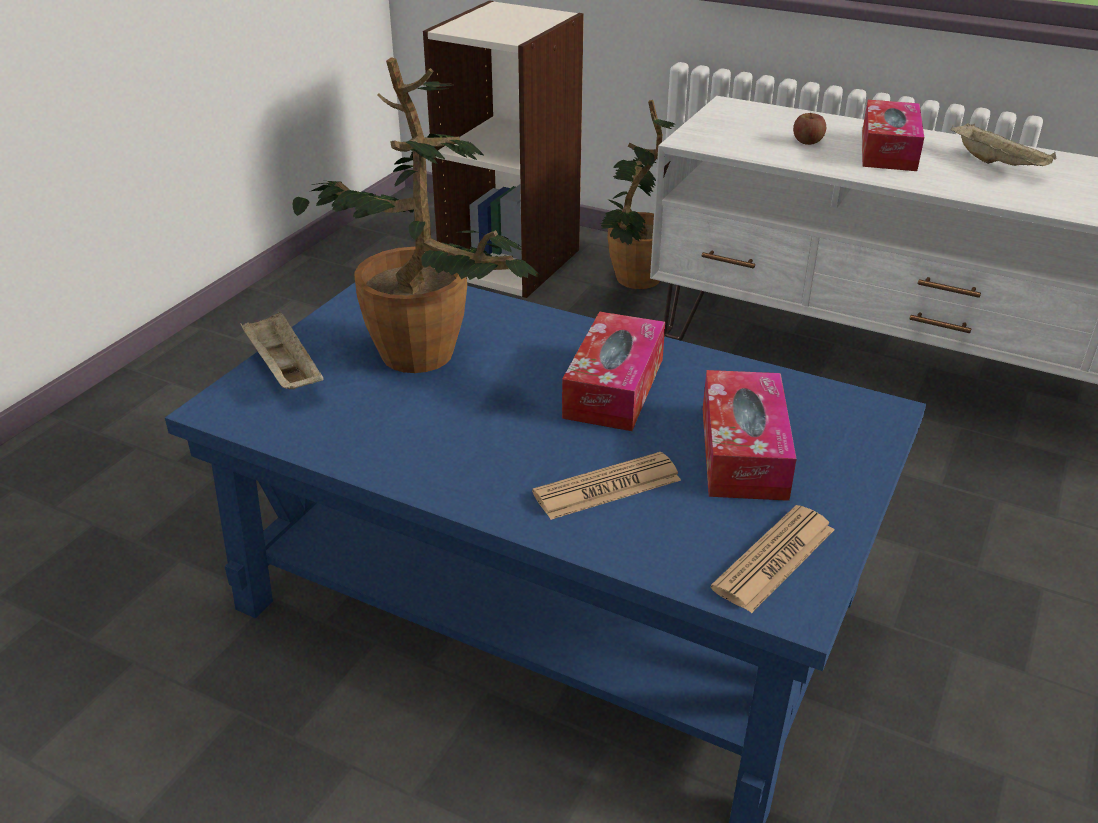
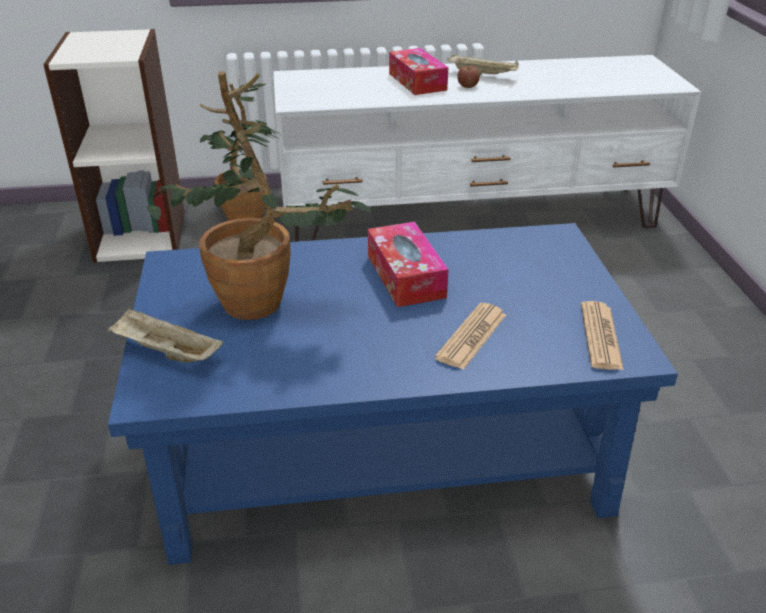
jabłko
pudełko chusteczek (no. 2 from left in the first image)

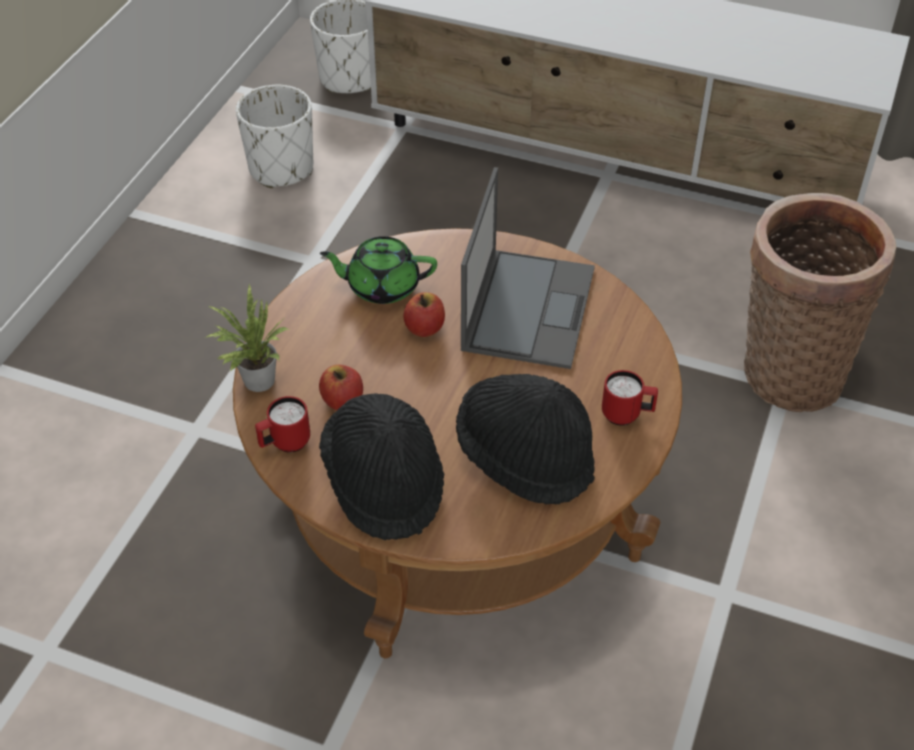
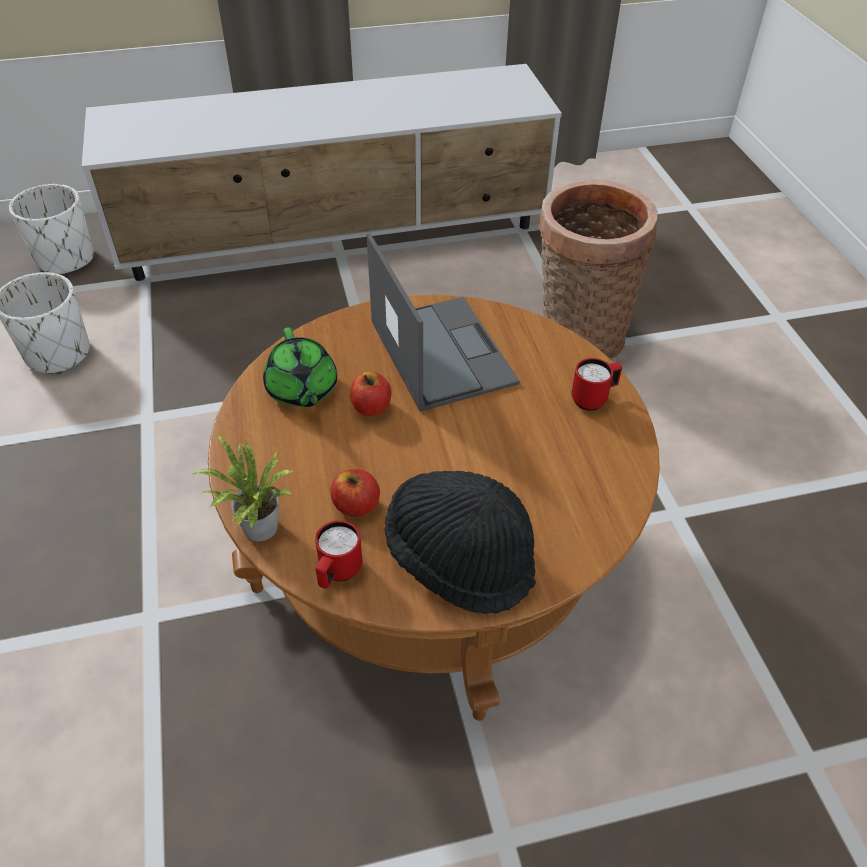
imbryk [zielony]
kapelusz [czarny] (no. 2 from left in the first image)

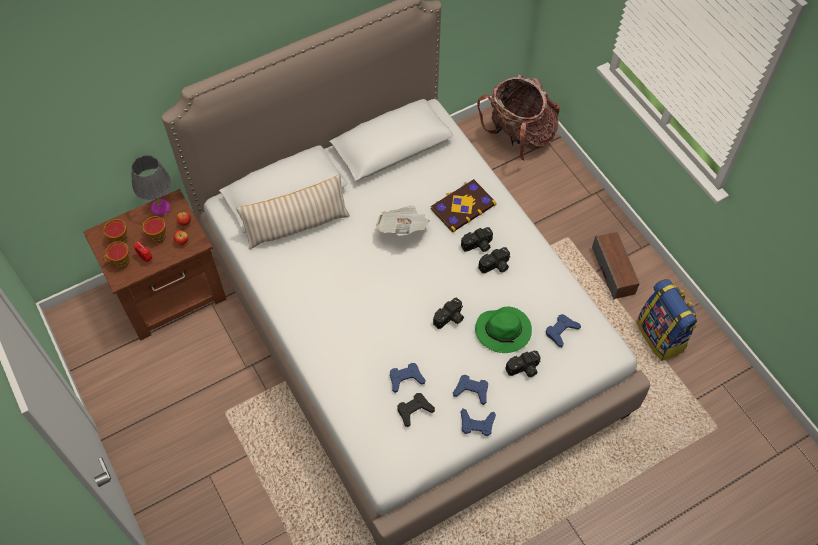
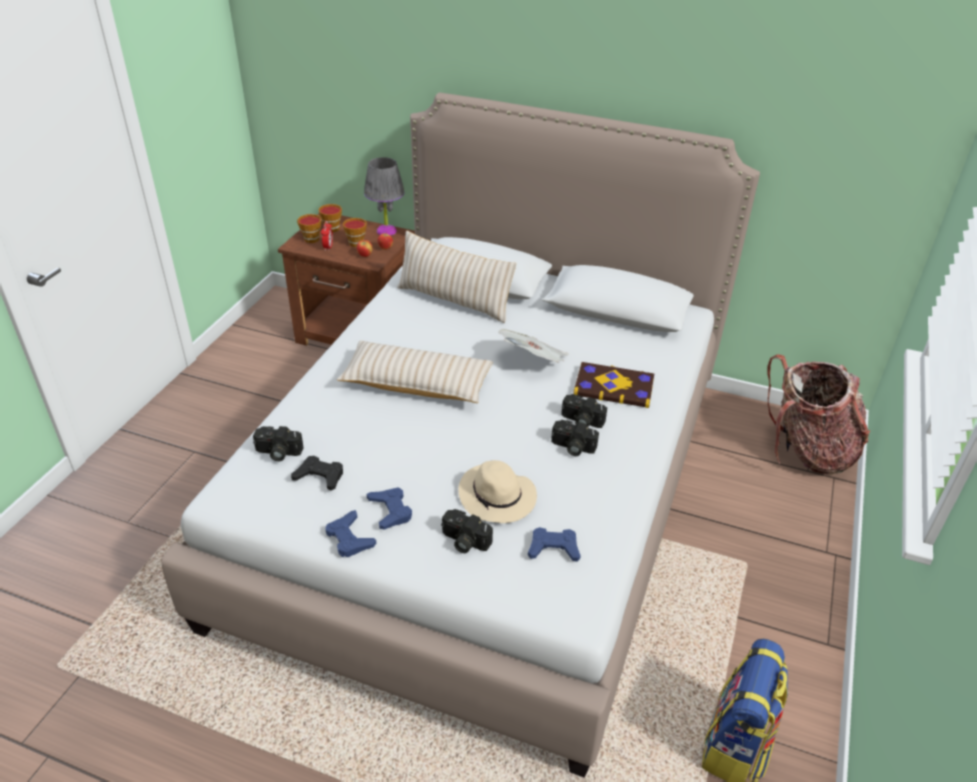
aparat fotograficzny (no. 1 from left)
poduszka [beżowy] (no. 1 from left)
kapelusz [beżowy]
pad do gier [niebieski] (no. 1 from left in the first image)
głośnik

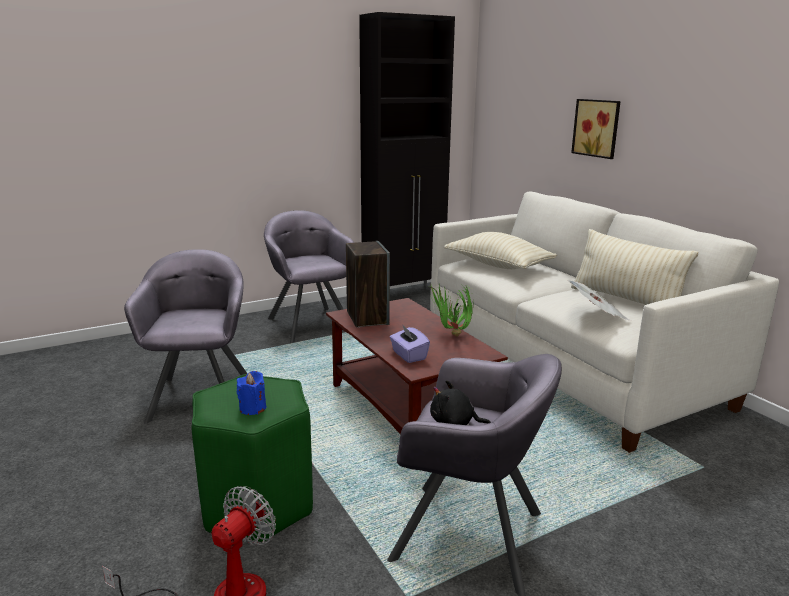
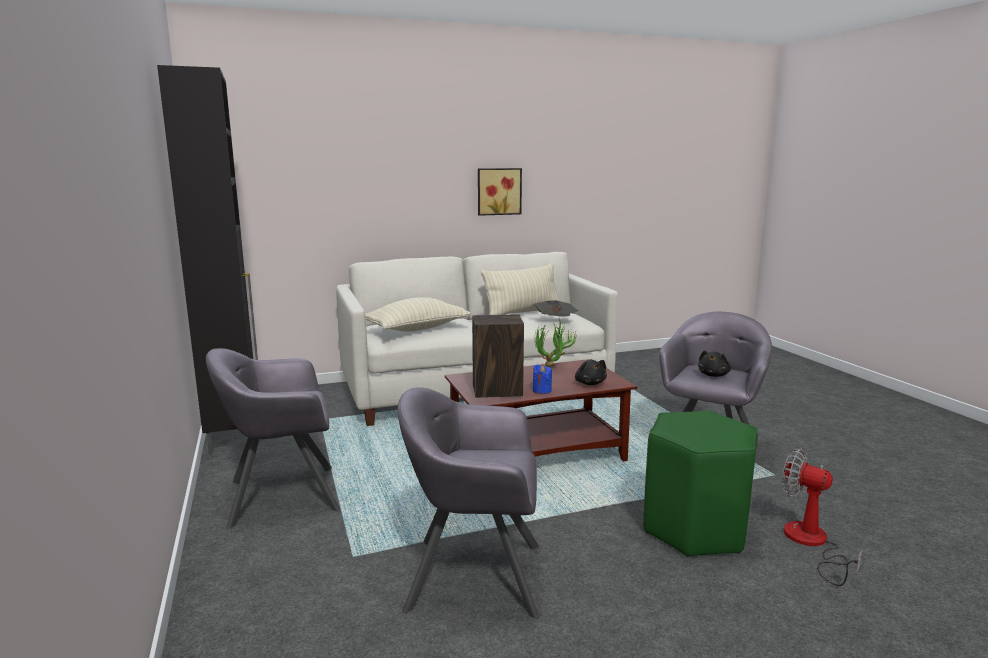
obraz
świeca [niebieski]
pluszak [czarny] (no. 1 from left)

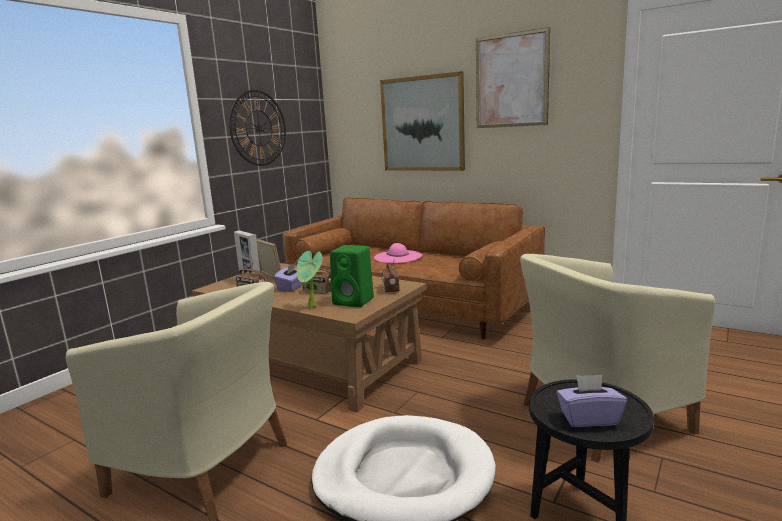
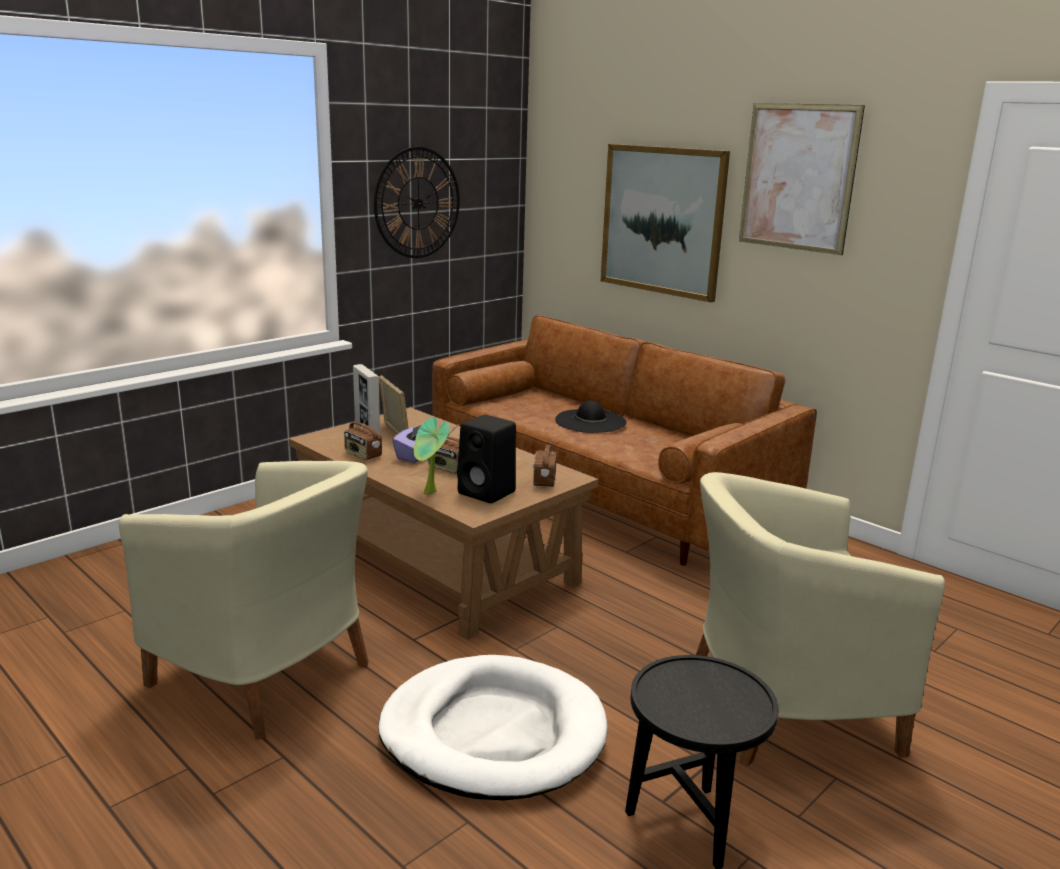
głośnik [czarny]
kapelusz [czarny]
pudełko chusteczek [fioletowy] (no. 2 from left in the first image)

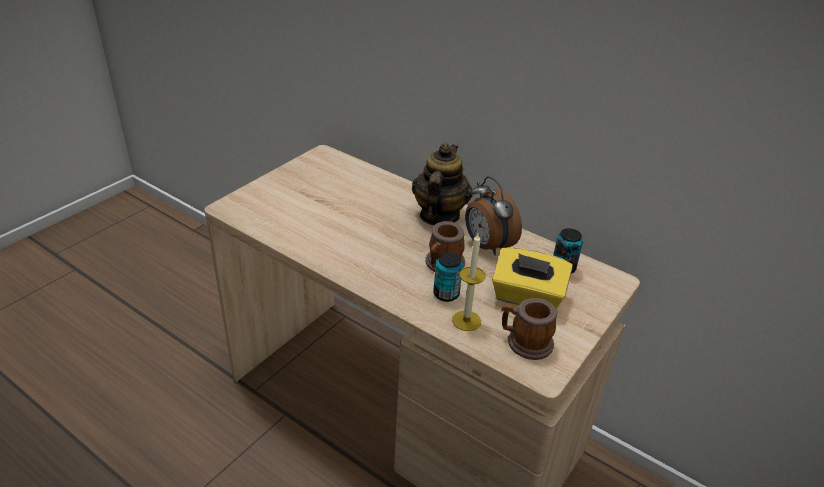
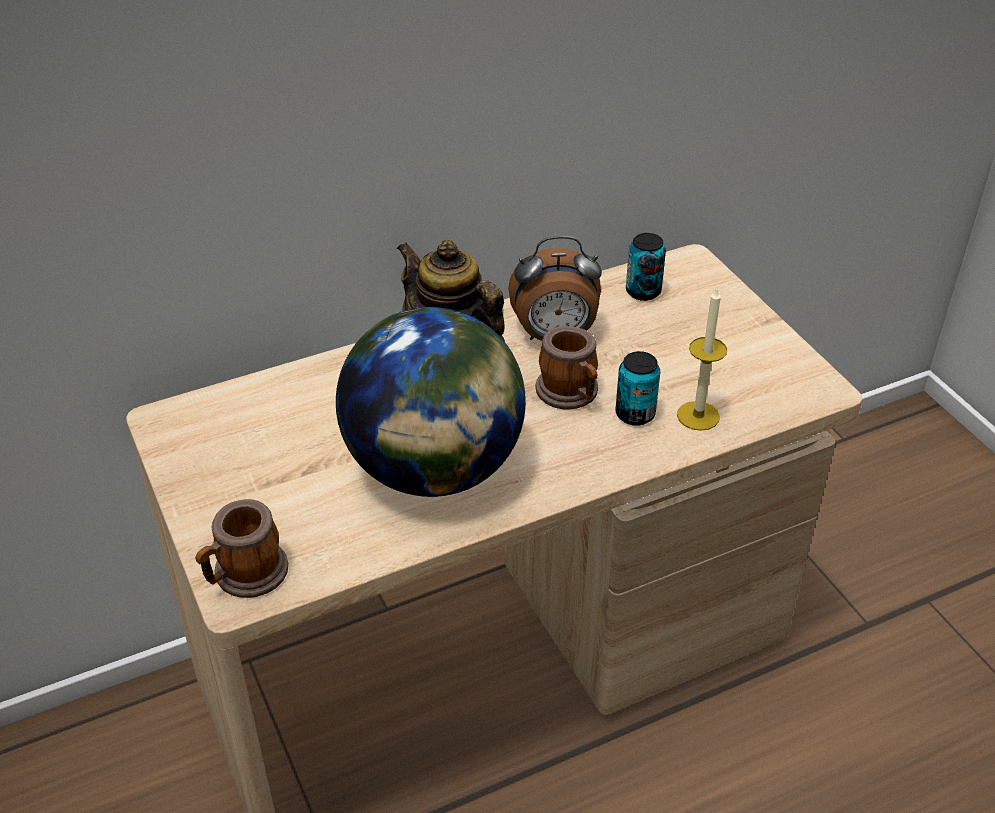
kubek (no. 1 from left)
globus
pudełko chusteczek [żółty]

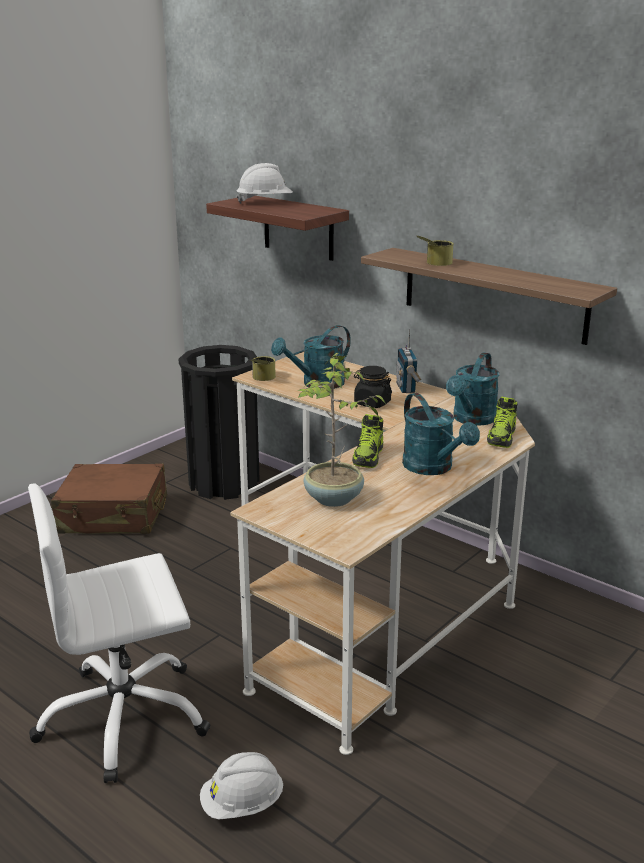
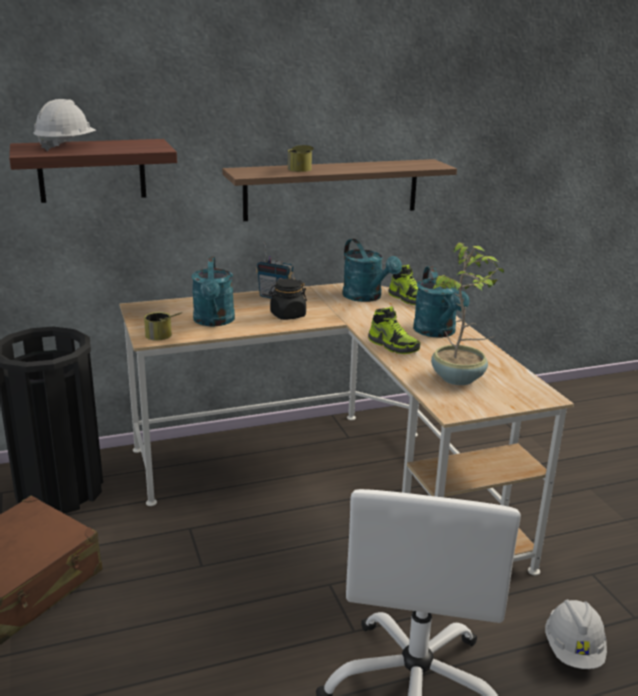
konewka [turkusowy] (no. 3 from left)

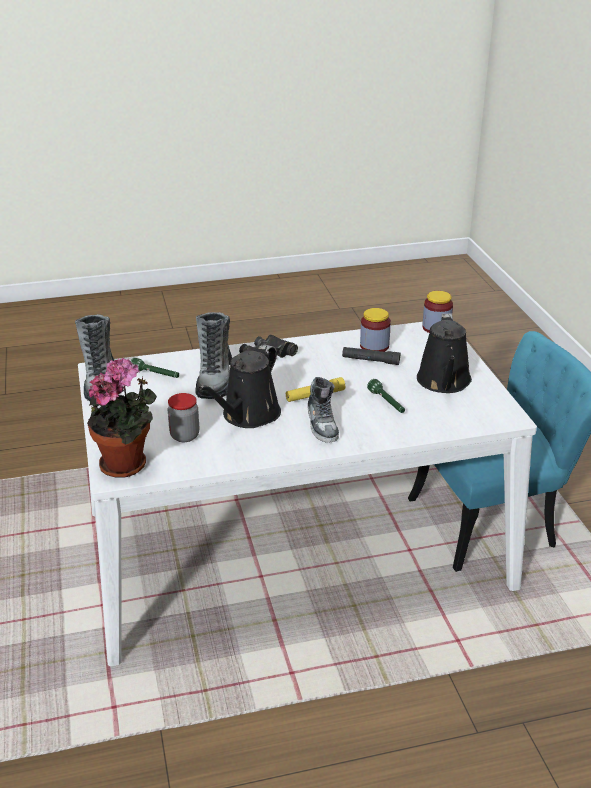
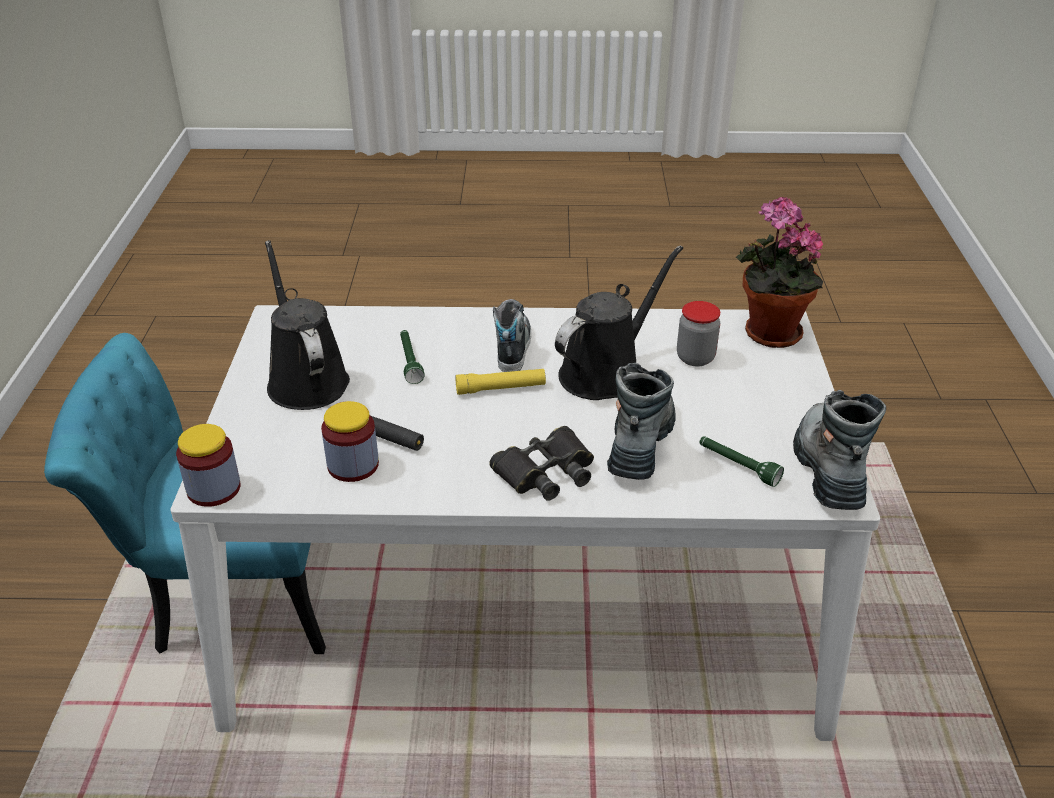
konewka [czarny] (no. 1 from left)

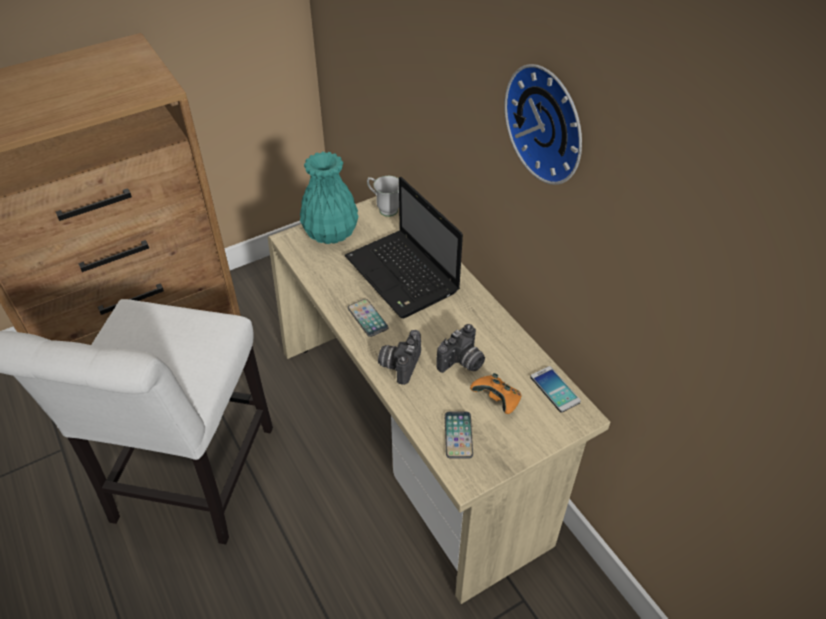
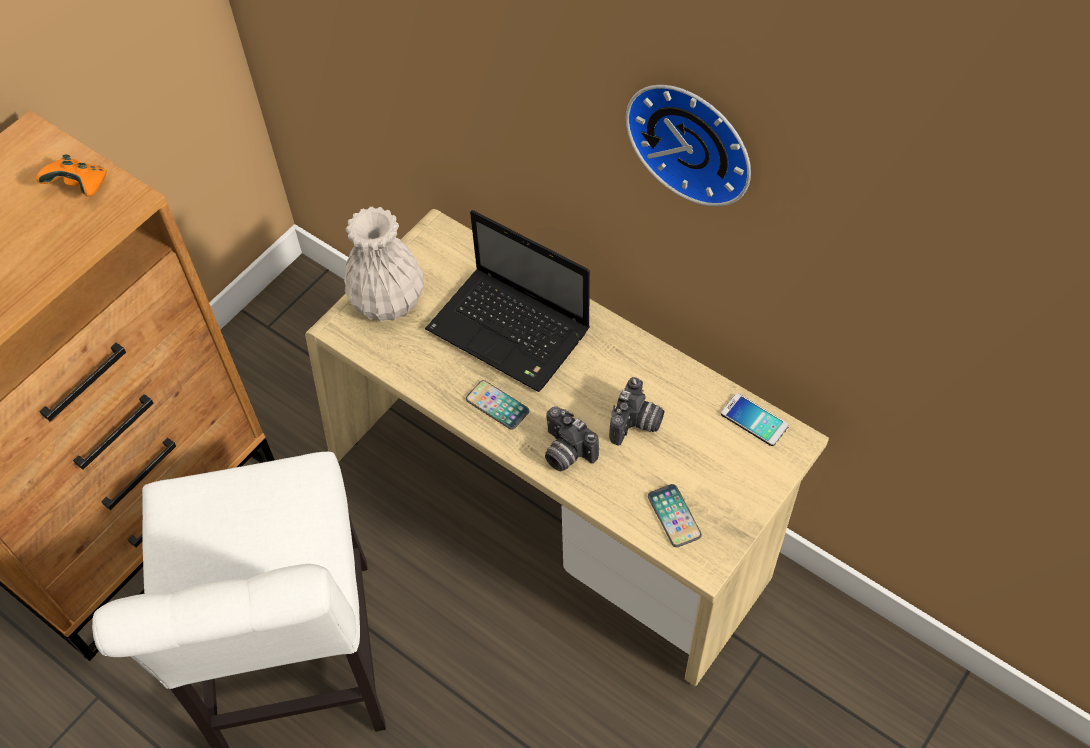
pad do gier [pomarańczowy]
wazon [biały]
aparat fotograficzny (no. 1 from left)
kubek [biały]

